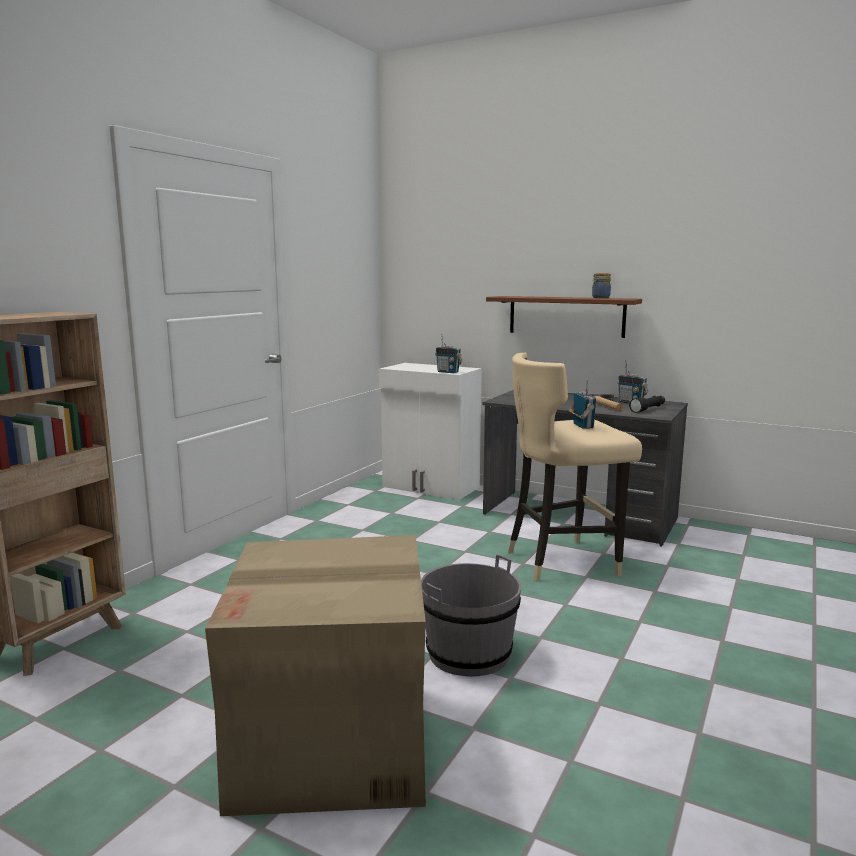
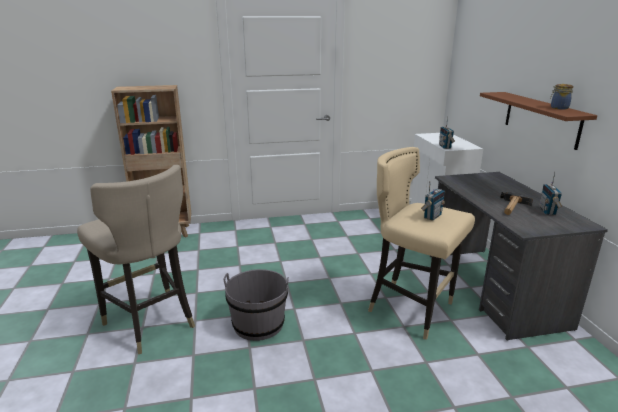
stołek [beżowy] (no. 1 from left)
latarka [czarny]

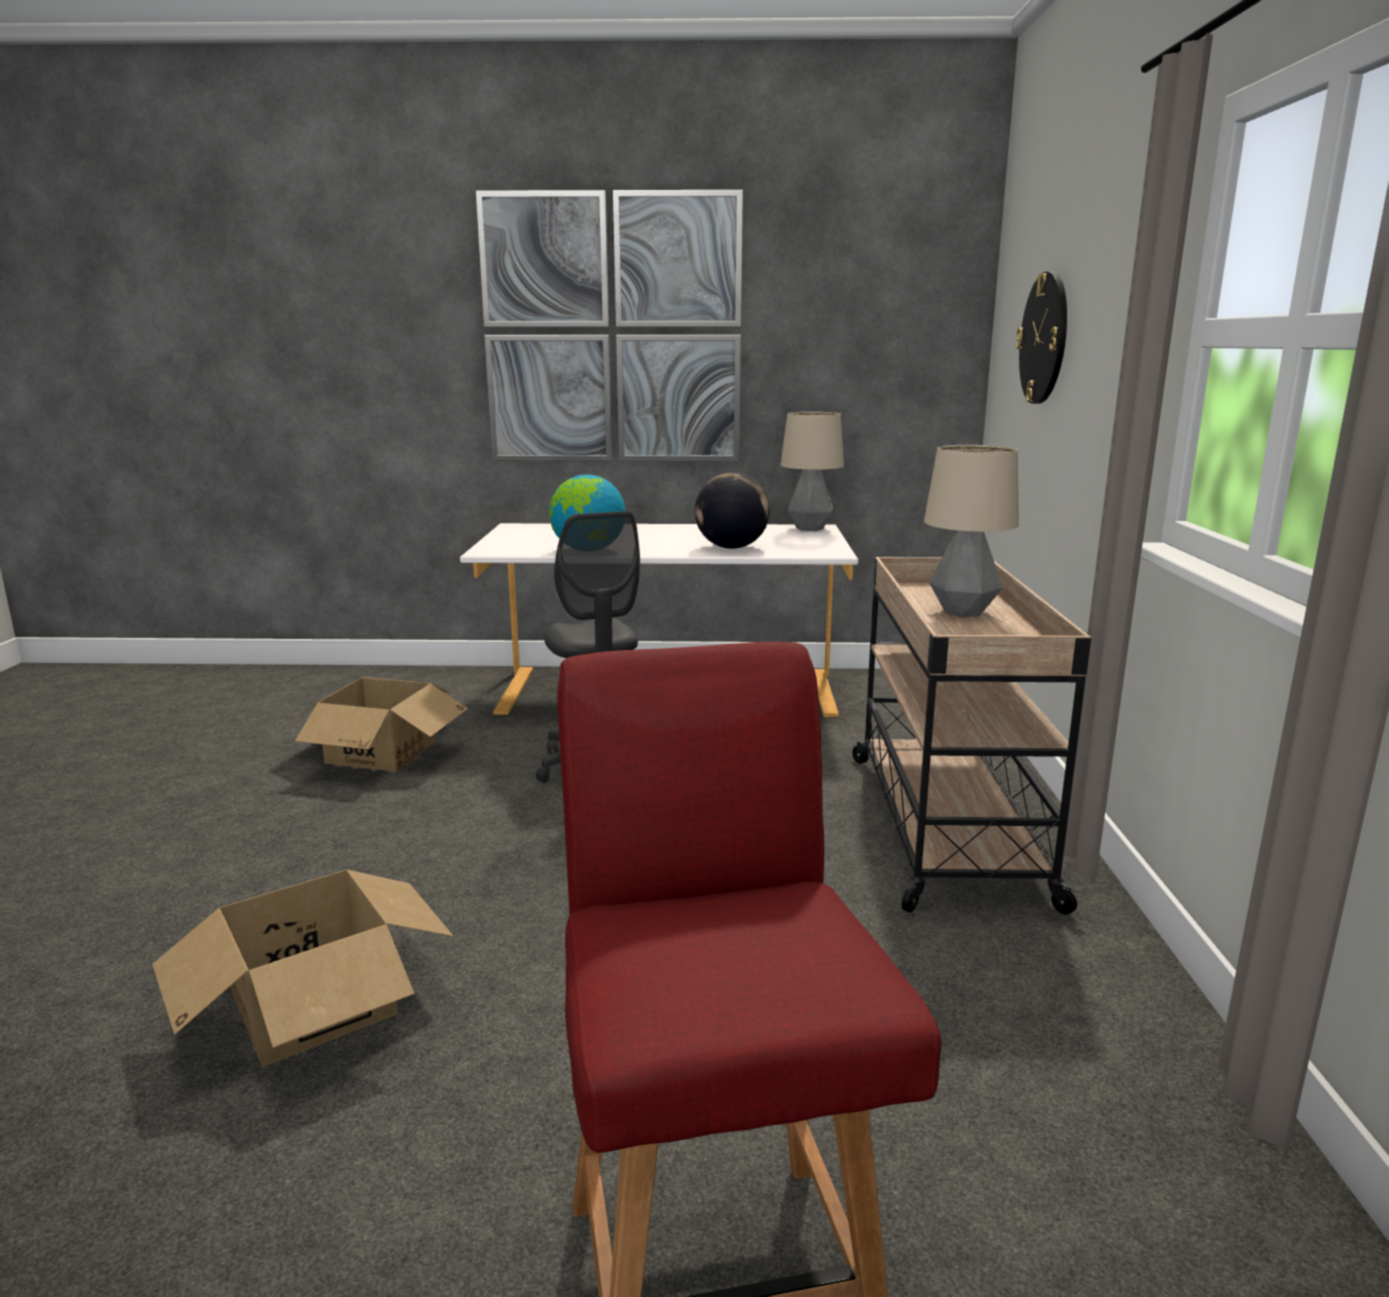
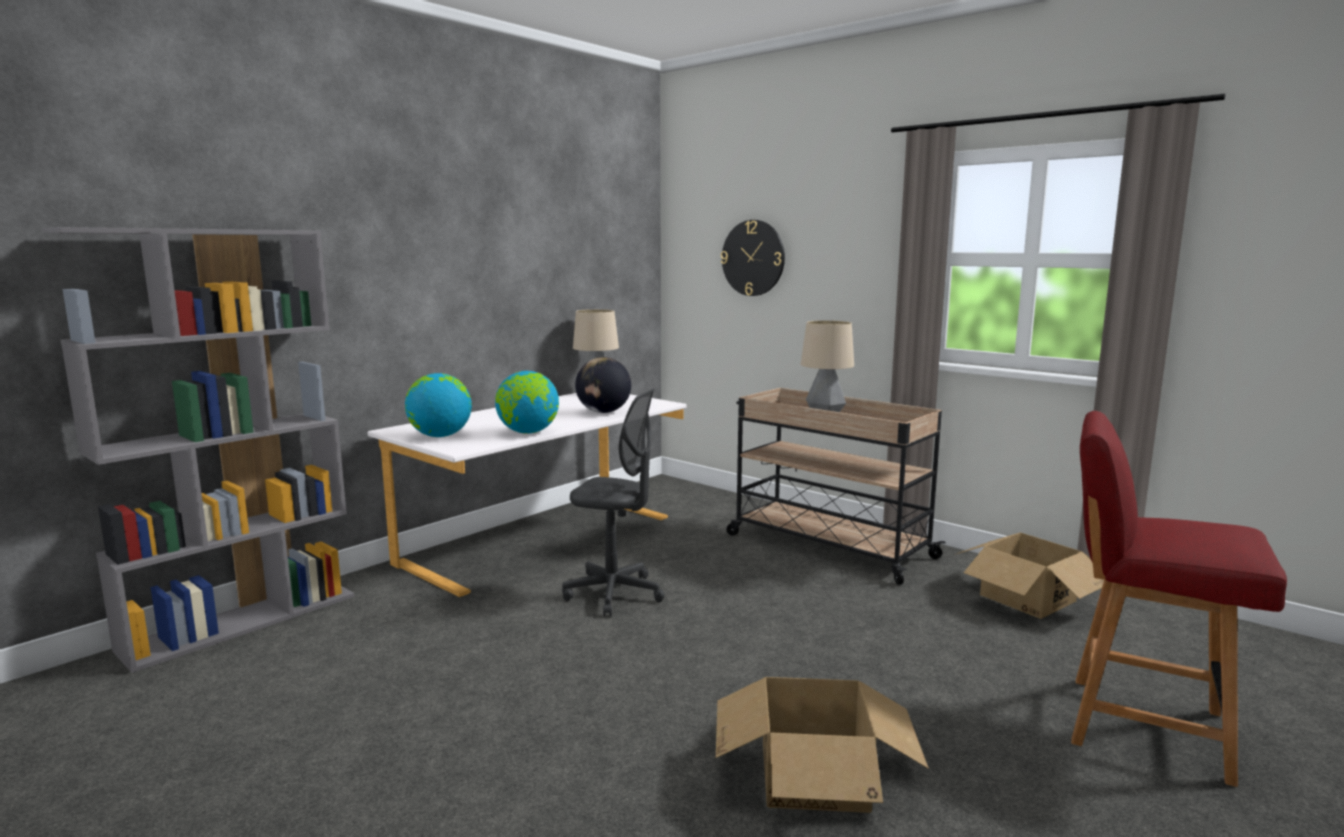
regał [szary]
globus (no. 1 from left)
karton (no. 2 from left)
obraz

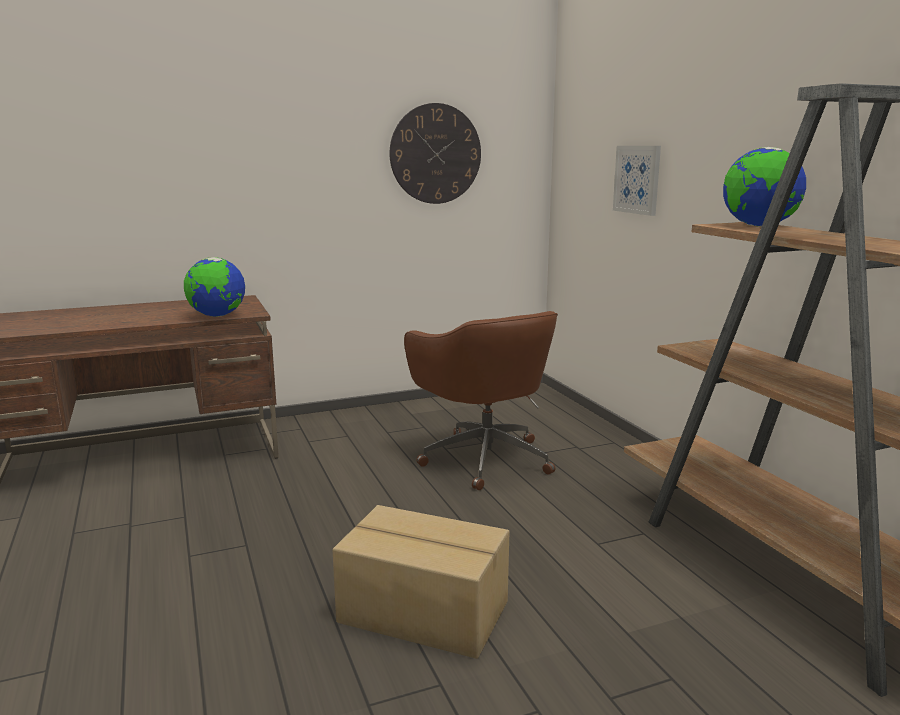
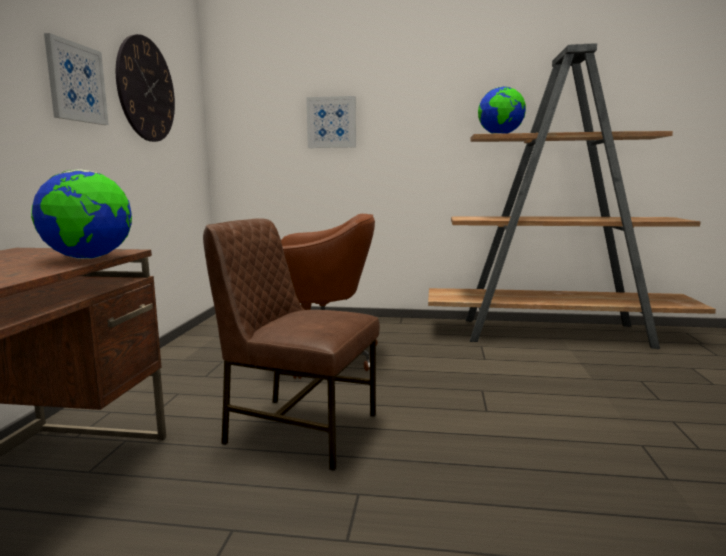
obraz (no. 1 from left)
krzesło [brązowy]
karton

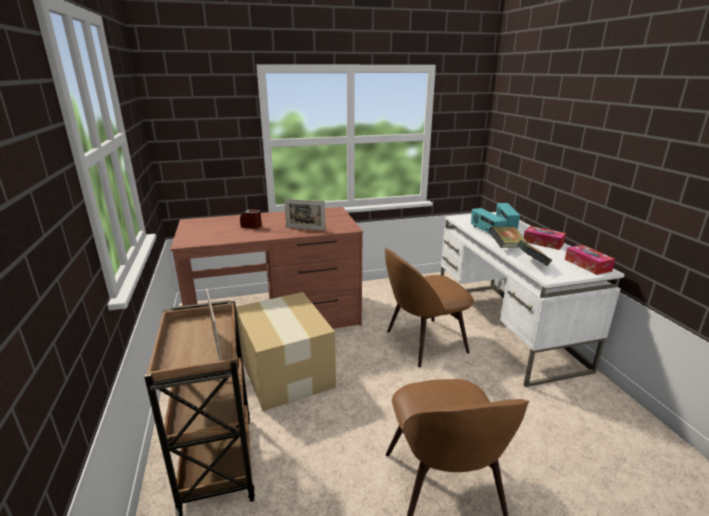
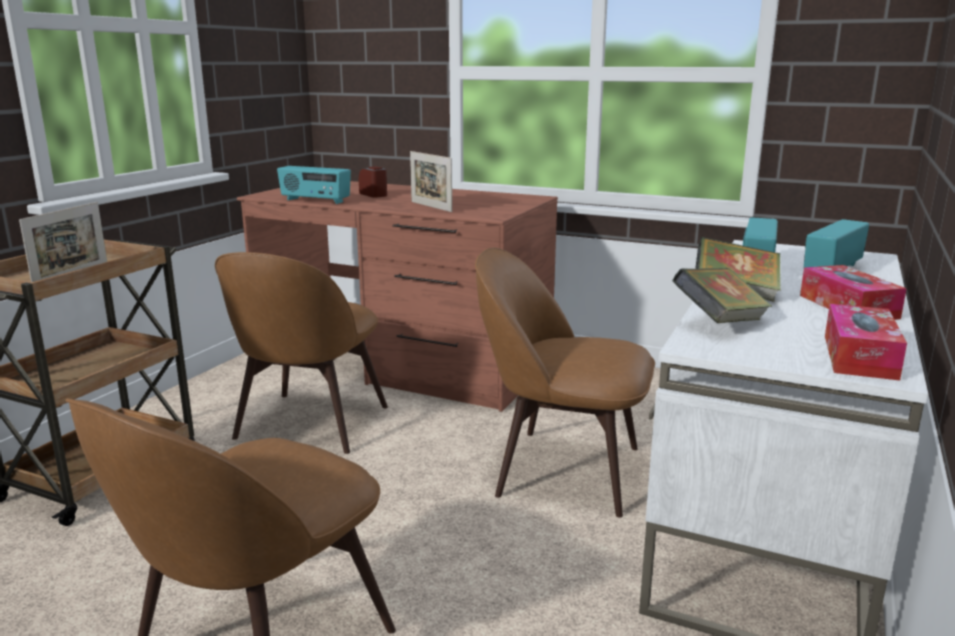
krzesło [brązowy] (no. 2 from left)
radio (no. 1 from left)

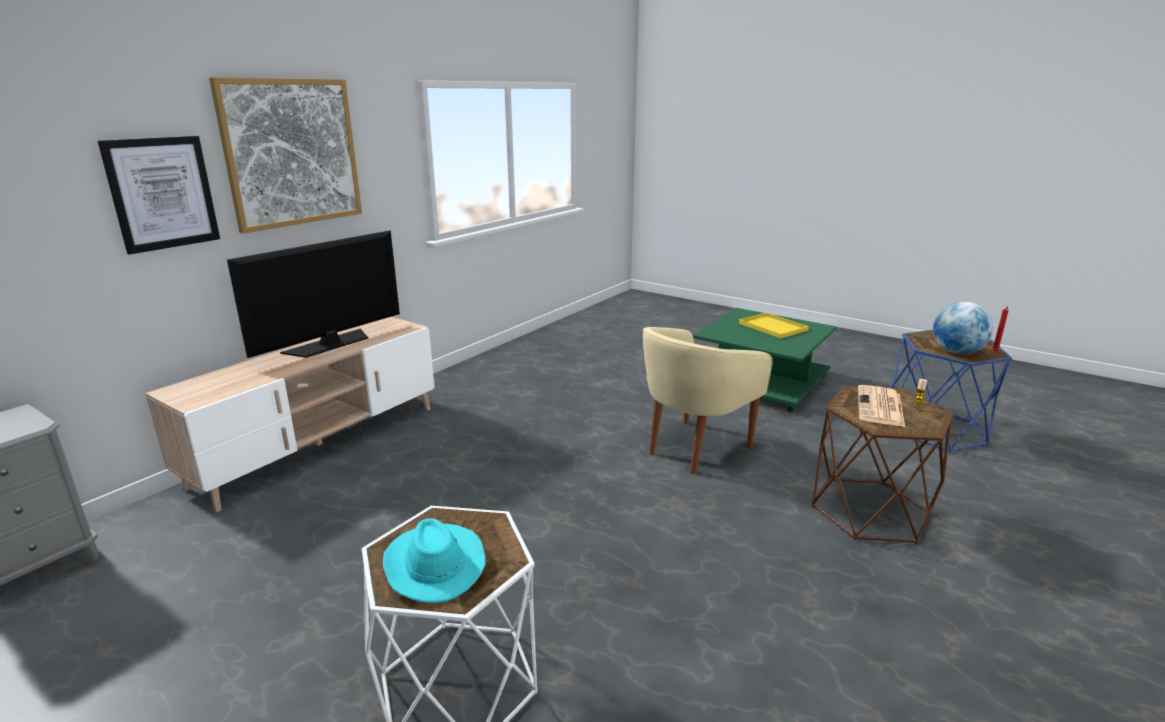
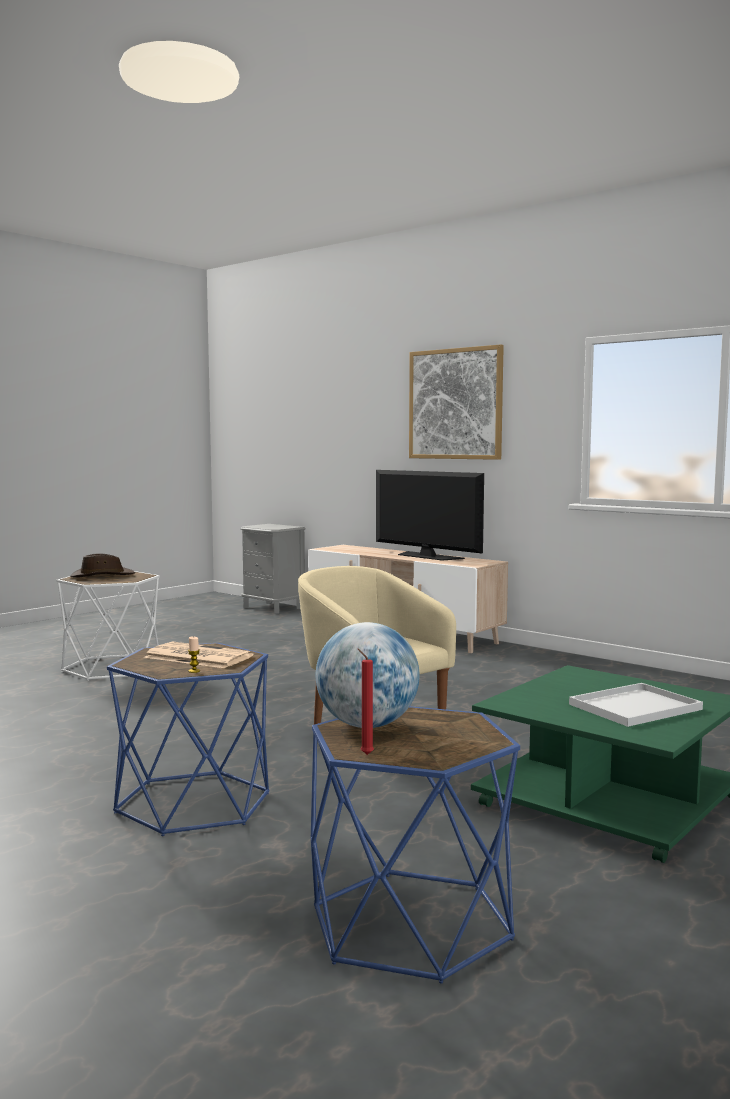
kapelusz [brązowy]
stolik [niebieski] (no. 1 from left)
taca [biały]
obraz (no. 1 from left in the first image)

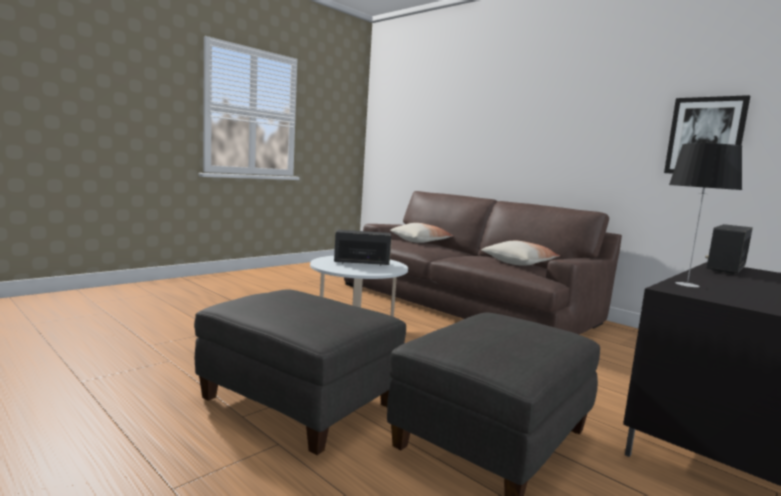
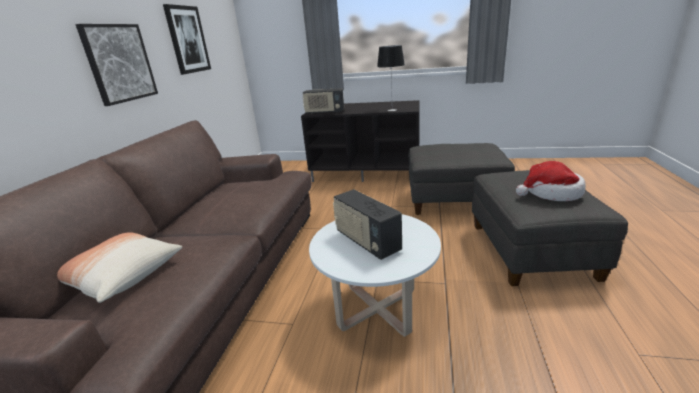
obraz (no. 1 from left)
kapelusz
poduszka (no. 2 from left in the first image)

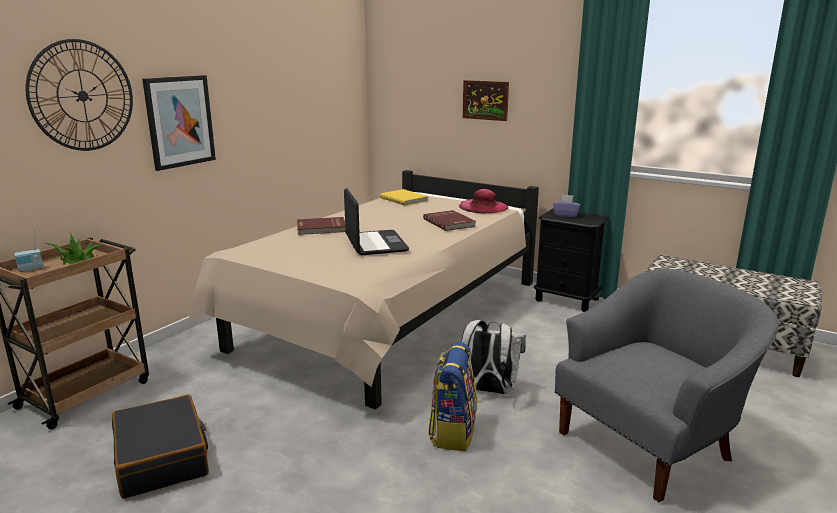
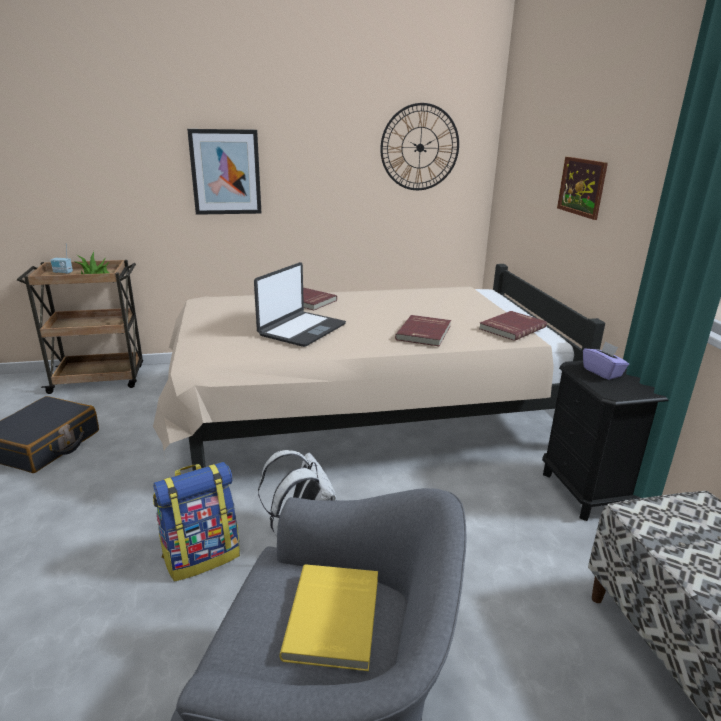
książka [żółty]
zegar ścienny
książka [czerwony] (no. 3 from left)

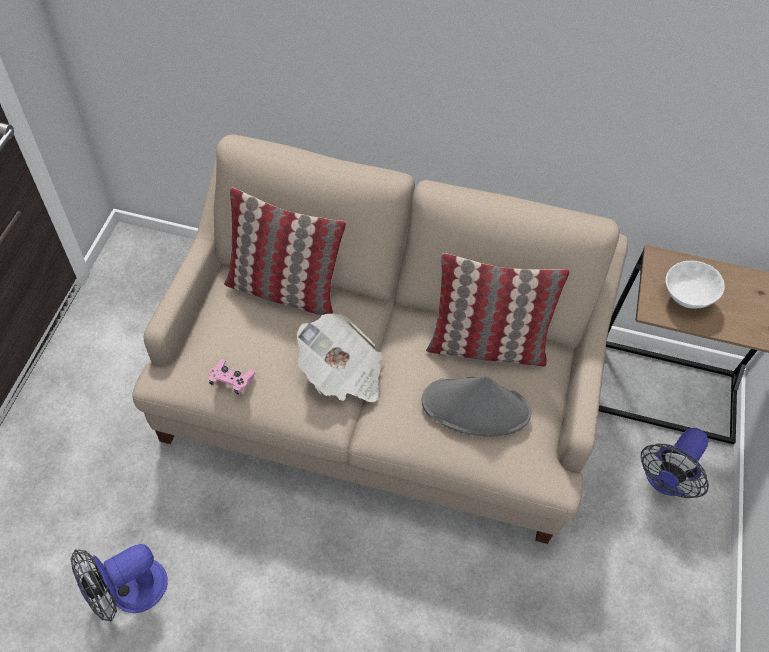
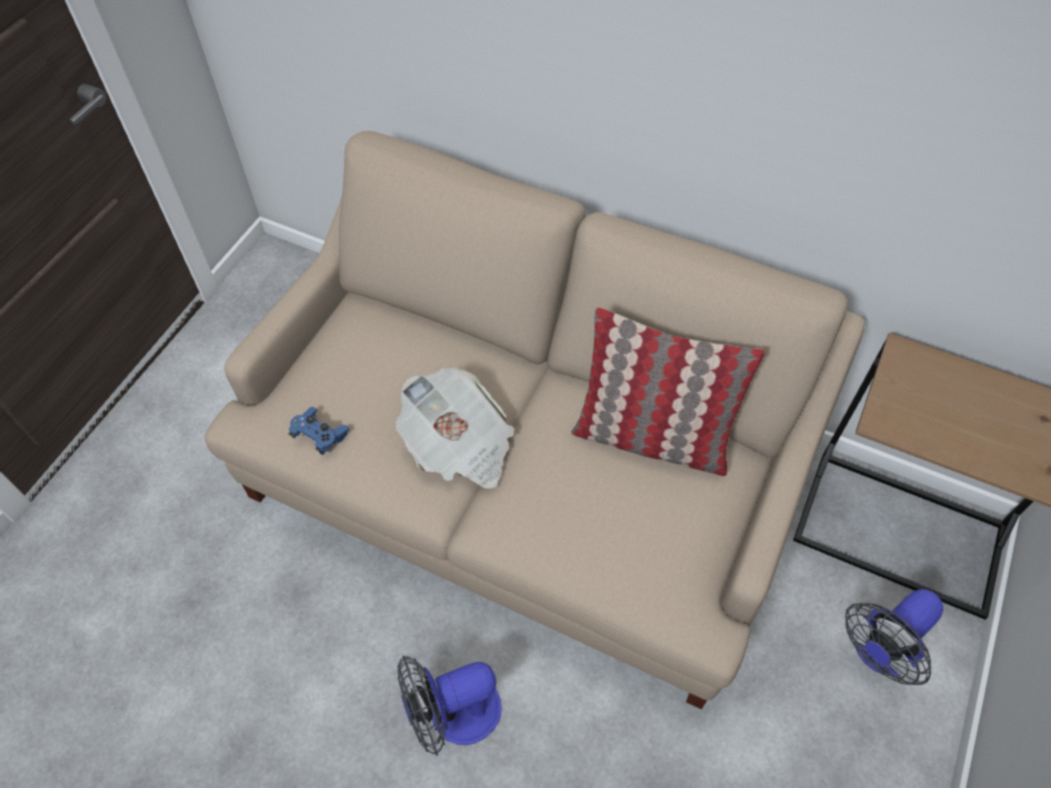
pad do gier [niebieski]
wentylator (no. 1 from left)
poduszka (no. 1 from left in the first image)
kapelusz [szary]
miska [biały]

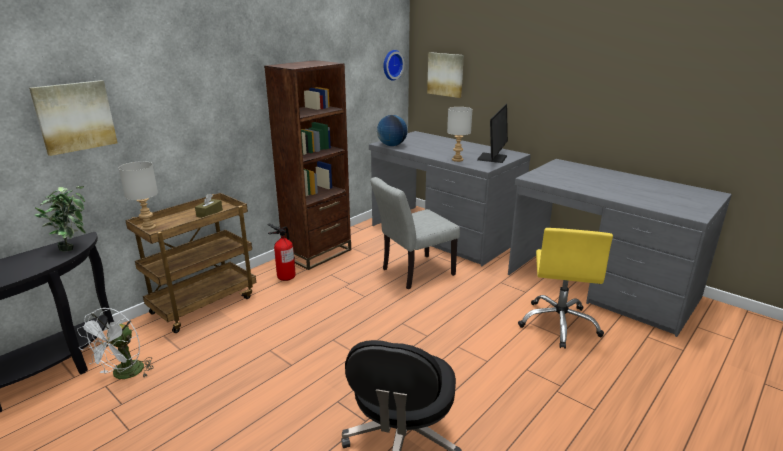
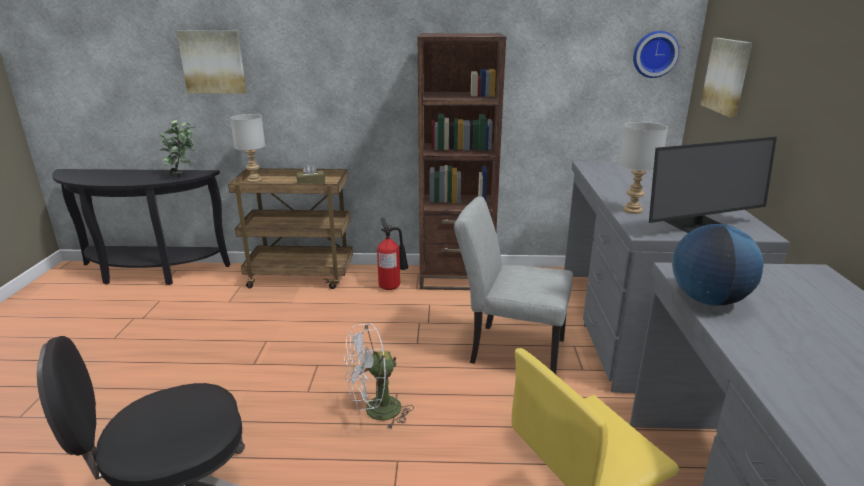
wentylator [biały]
globus

